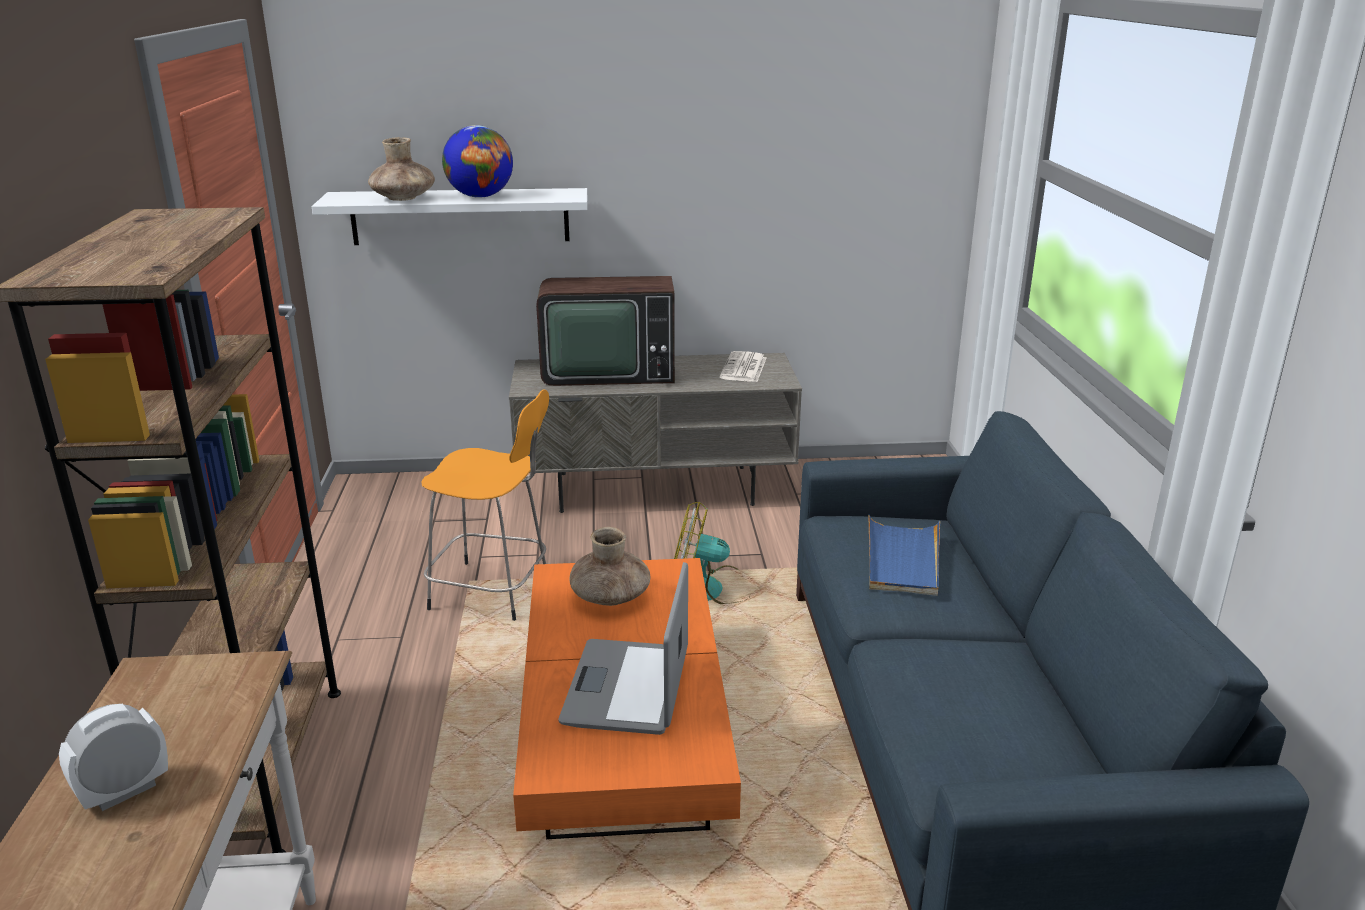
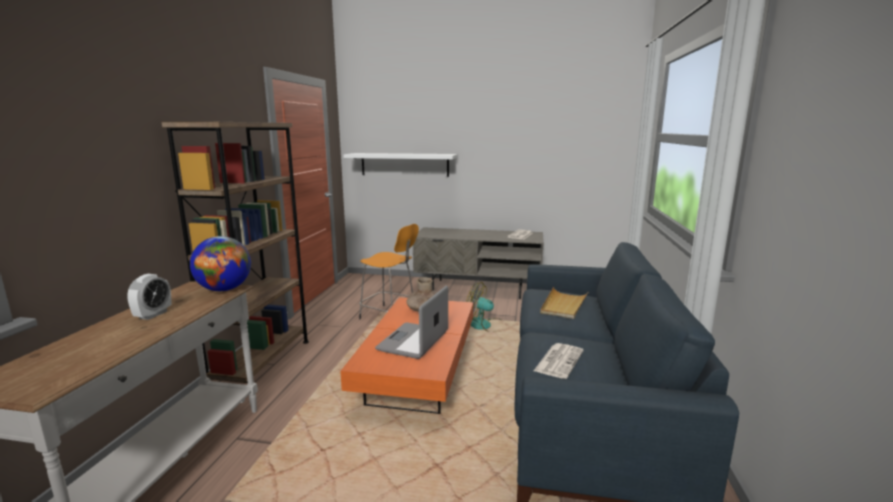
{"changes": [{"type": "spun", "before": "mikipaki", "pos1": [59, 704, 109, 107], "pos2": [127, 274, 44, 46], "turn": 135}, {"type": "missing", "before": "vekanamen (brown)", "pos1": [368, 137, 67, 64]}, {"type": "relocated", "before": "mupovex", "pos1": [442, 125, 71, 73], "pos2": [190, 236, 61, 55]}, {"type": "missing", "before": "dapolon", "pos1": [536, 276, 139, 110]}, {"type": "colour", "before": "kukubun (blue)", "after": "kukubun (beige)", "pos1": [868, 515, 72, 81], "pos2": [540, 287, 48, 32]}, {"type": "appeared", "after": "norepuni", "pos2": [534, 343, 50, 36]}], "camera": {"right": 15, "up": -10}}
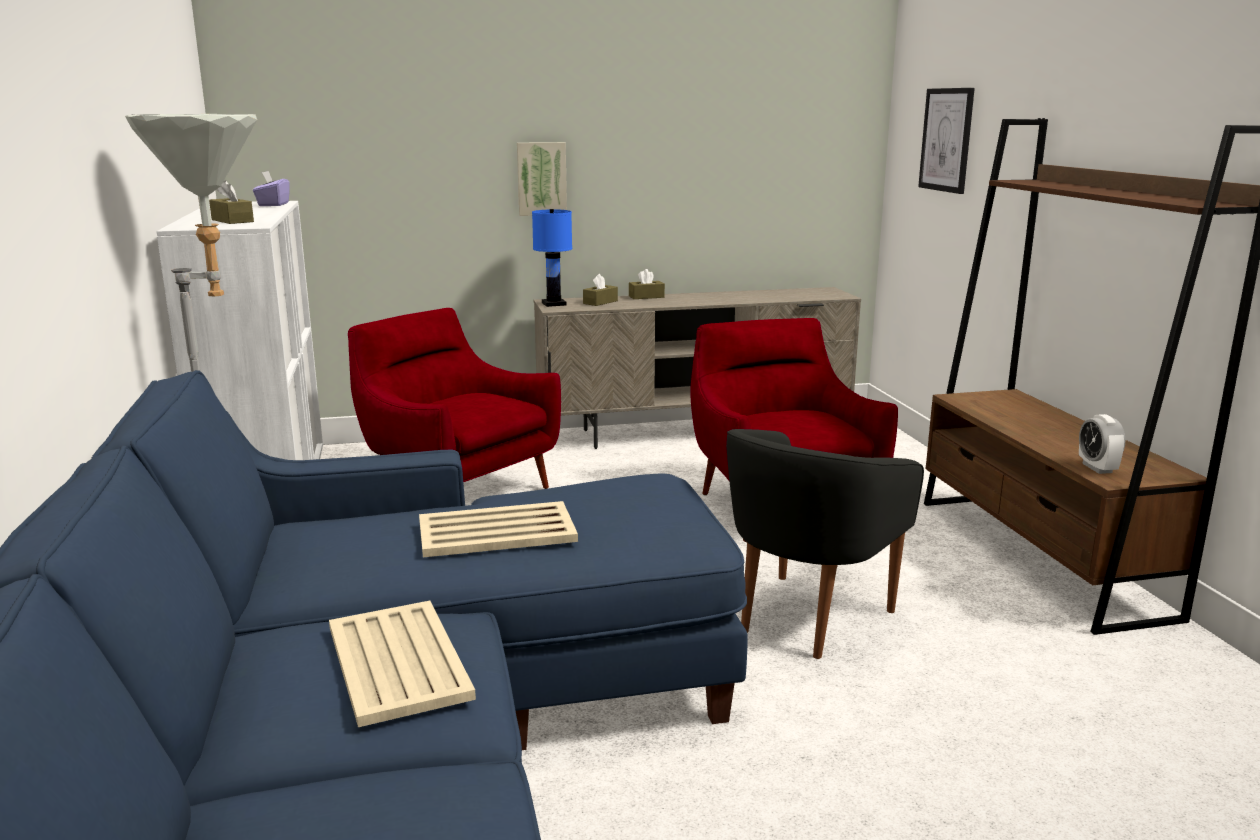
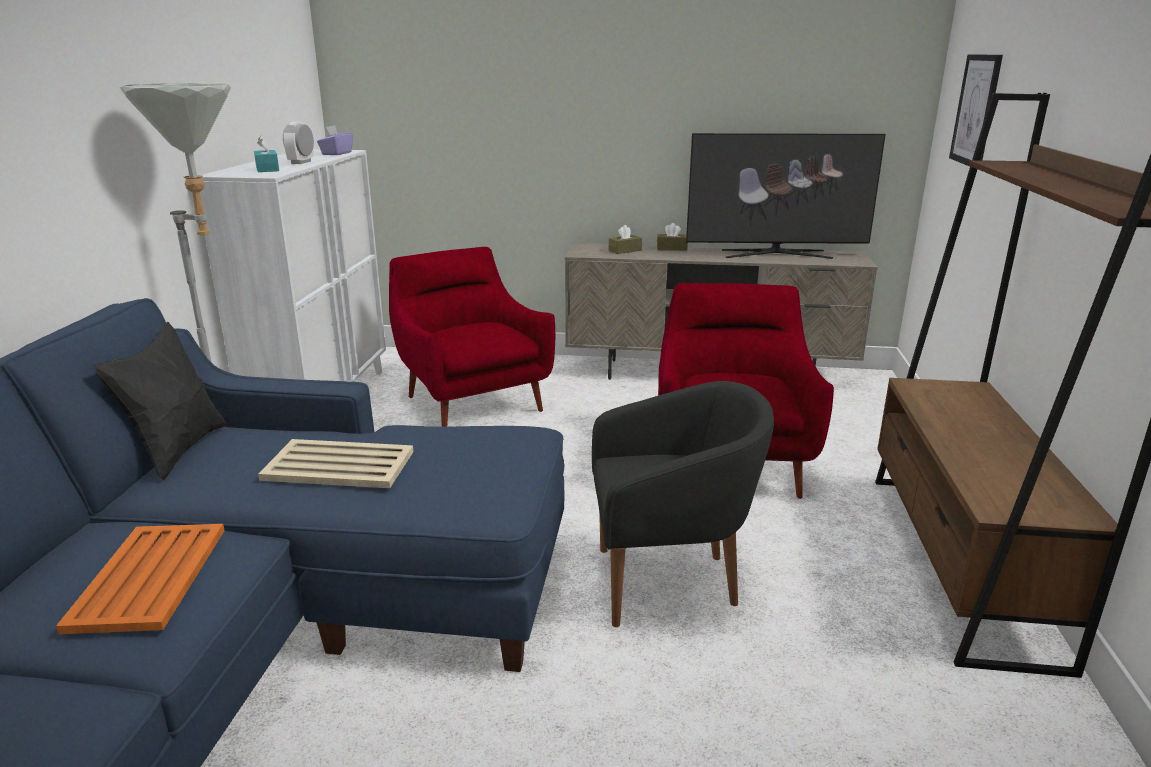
{"changes": [{"type": "colour", "before": "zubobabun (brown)", "after": "zubobabun (turquoise)", "pos1": [209, 180, 45, 44], "pos2": [254, 136, 25, 36]}, {"type": "colour", "before": "kukubun (beige)", "after": "kukubun (orange)", "pos1": [329, 601, 147, 126], "pos2": [56, 524, 169, 110]}, {"type": "missing", "before": "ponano", "pos1": [517, 142, 50, 74]}, {"type": "missing", "before": "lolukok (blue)", "pos1": [532, 209, 40, 98]}, {"type": "spun", "before": "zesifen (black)", "pos1": [726, 429, 198, 230], "pos2": [592, 381, 182, 246], "turn": -150}, {"type": "relocated", "before": "mikipaki", "pos1": [1079, 414, 46, 60], "pos2": [283, 121, 31, 43]}, {"type": "appeared", "after": "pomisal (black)", "pos2": [93, 322, 134, 159]}, {"type": "appeared", "after": "dapolon", "pos2": [686, 133, 200, 126]}], "camera": {"right": 20, "up": 5}}
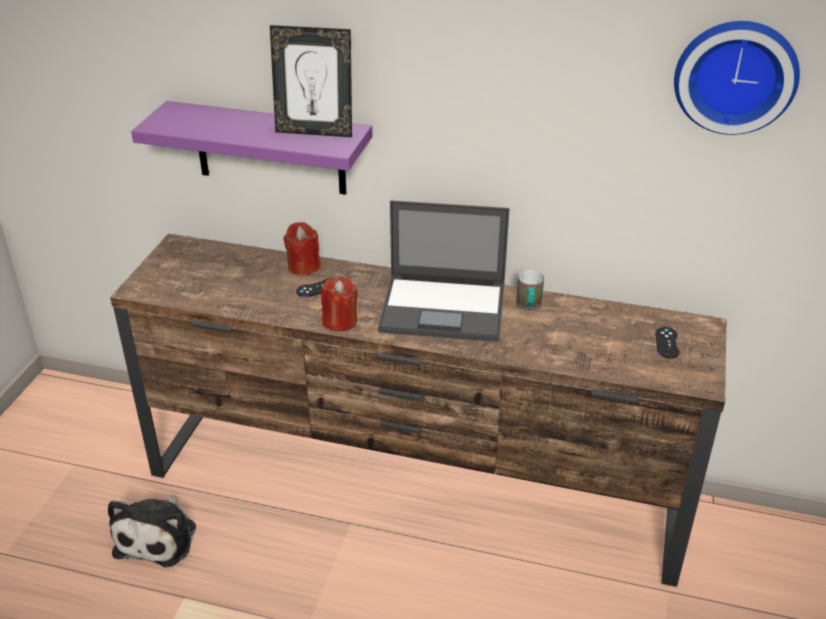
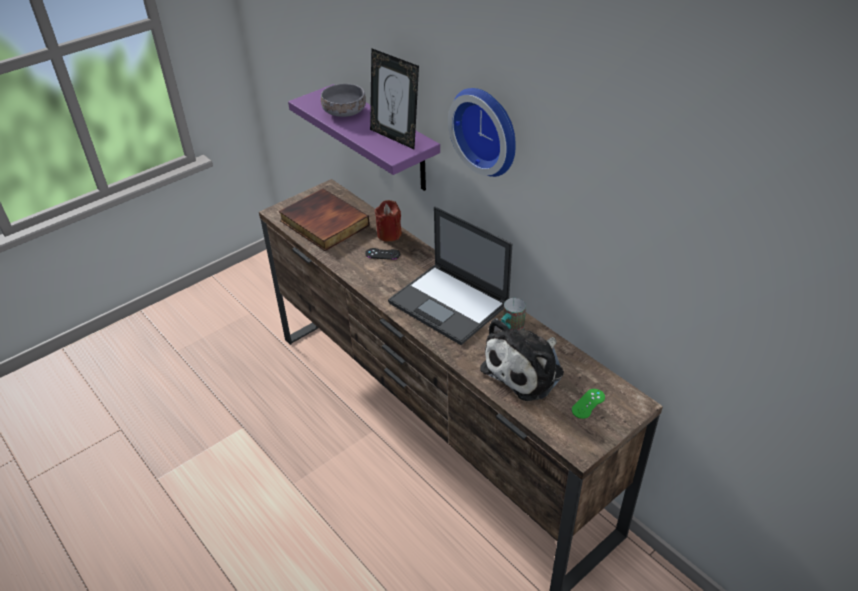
{"changes": [{"type": "relocated", "before": "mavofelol", "pos1": [108, 494, 88, 73], "pos2": [480, 318, 84, 83]}, {"type": "missing", "before": "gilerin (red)", "pos1": [321, 277, 37, 54]}, {"type": "colour", "before": "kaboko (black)", "after": "kaboko (green)", "pos1": [656, 327, 24, 31], "pos2": [571, 389, 34, 30]}, {"type": "relocated", "before": "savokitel", "pos1": [674, 21, 126, 114], "pos2": [448, 88, 67, 89]}, {"type": "appeared", "after": "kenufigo", "pos2": [279, 188, 91, 63]}, {"type": "appeared", "after": "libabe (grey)", "pos2": [321, 84, 45, 33]}], "camera": {"right": 35, "up": 5}}
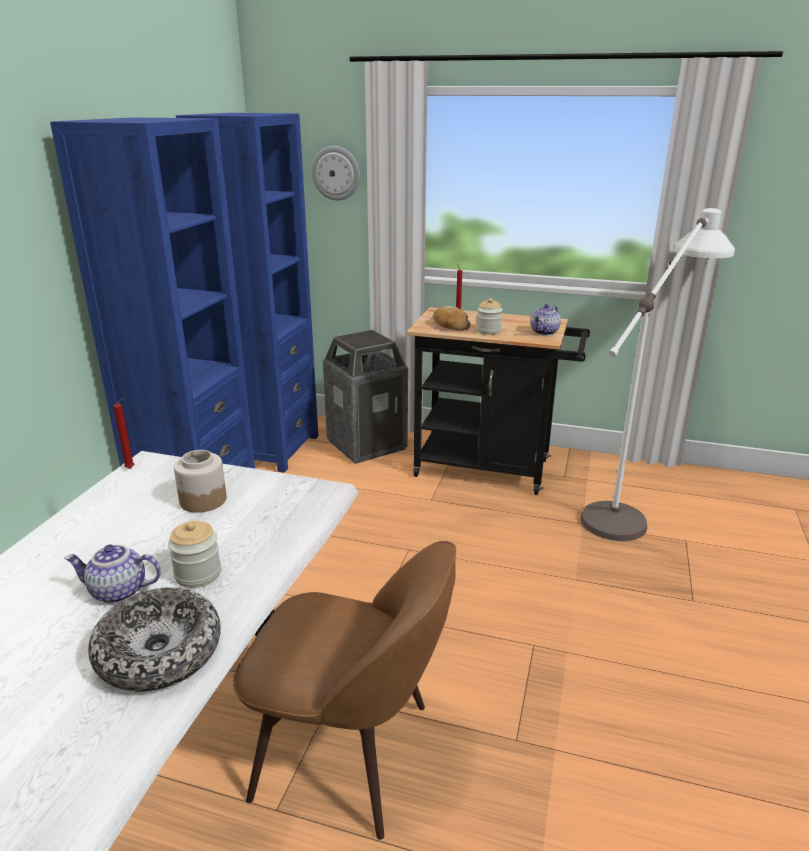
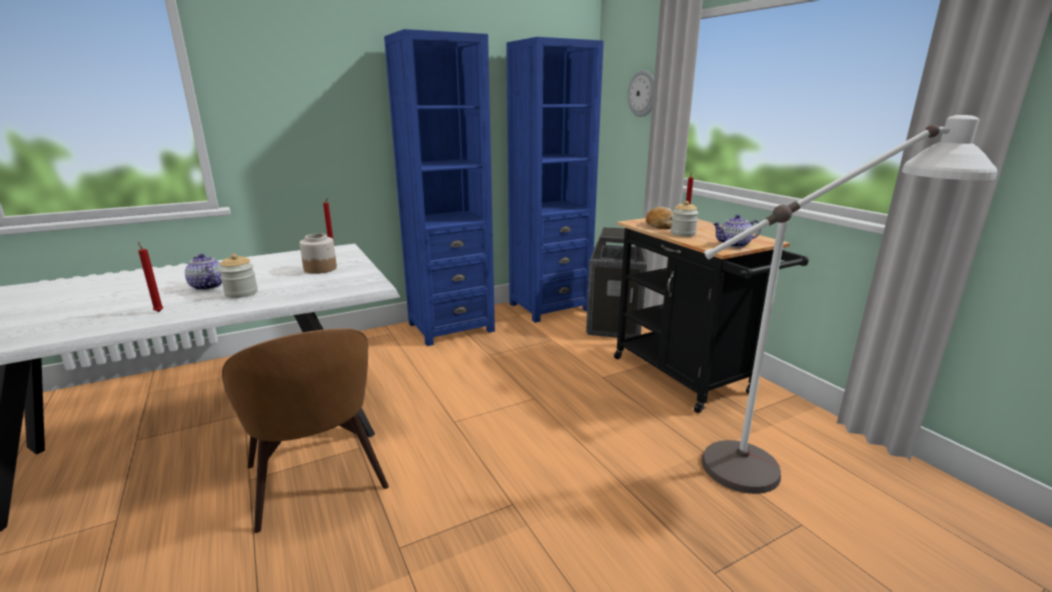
{"changes": [{"type": "exchanged", "before": "libabe", "after": "gilerin (red)", "pos1": [88, 587, 133, 104], "pos2": [138, 241, 26, 71]}], "camera": {"right": 45, "up": -5}}
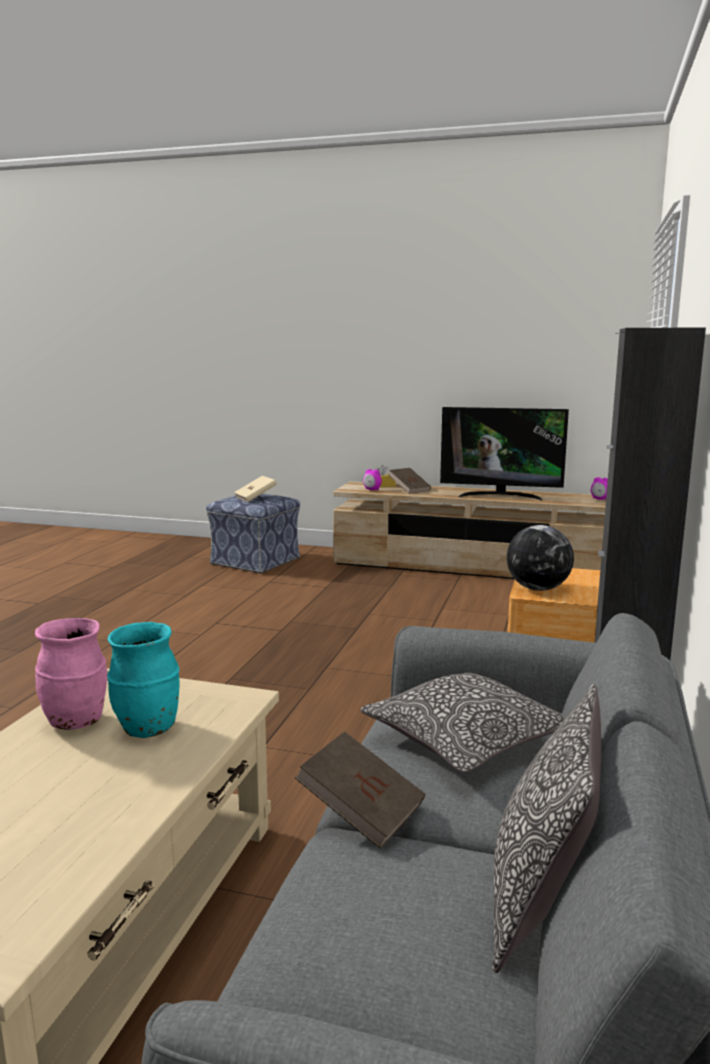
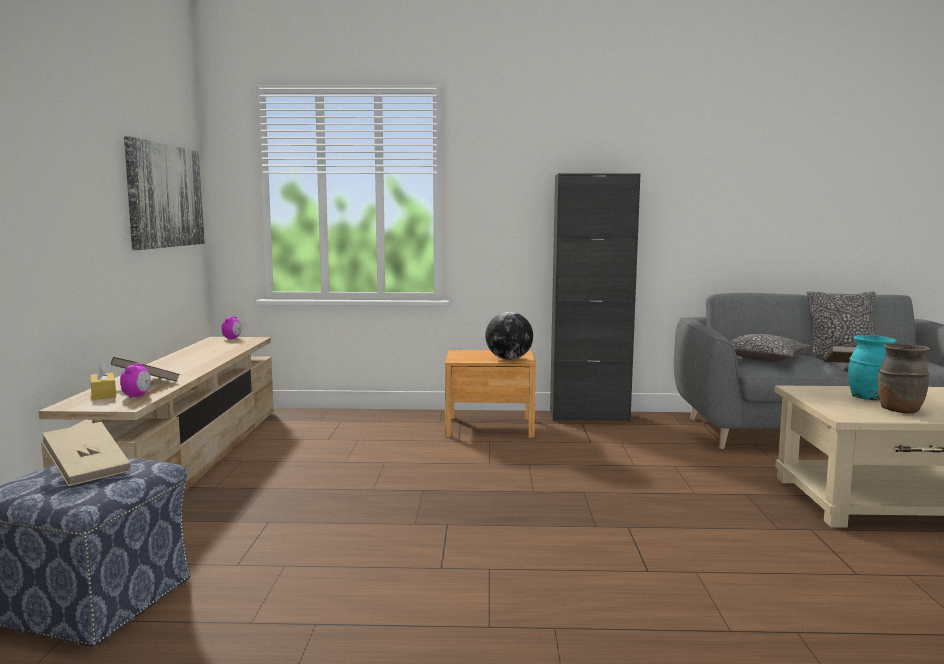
{"changes": [{"type": "colour", "before": "vekanamen (pink)", "after": "vekanamen (brown)", "pos1": [35, 618, 72, 112], "pos2": [877, 344, 53, 70]}, {"type": "missing", "before": "dapolon", "pos1": [440, 407, 129, 93]}, {"type": "appeared", "after": "ponano", "pos2": [124, 137, 81, 113]}], "camera": {"right": -105, "up": -5}}
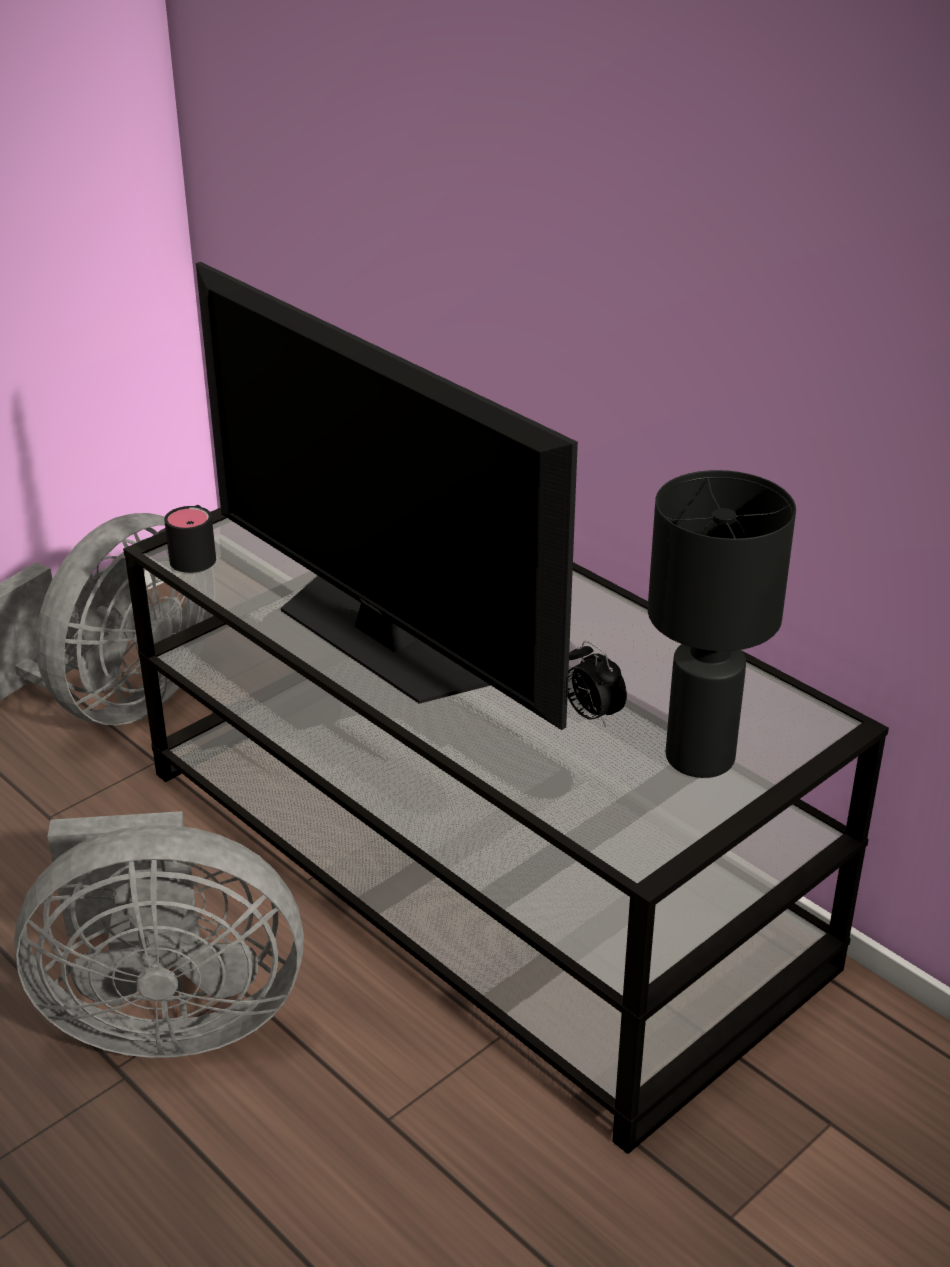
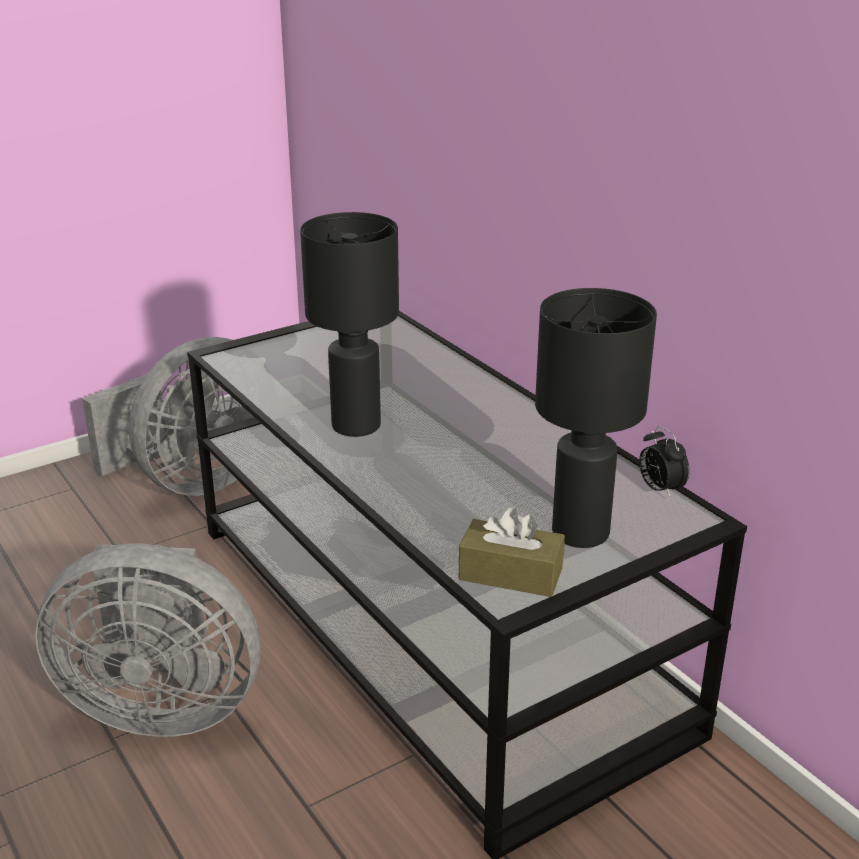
{"changes": [{"type": "missing", "before": "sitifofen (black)", "pos1": [164, 505, 52, 68]}, {"type": "exchanged", "before": "dapolon", "after": "lolukok (black)", "pos1": [196, 262, 382, 468], "pos2": [300, 212, 99, 225]}, {"type": "relocated", "before": "mikipaki", "pos1": [568, 641, 59, 86], "pos2": [639, 426, 50, 72]}, {"type": "appeared", "after": "zubobabun (brown)", "pos2": [459, 507, 106, 90]}], "camera": {"right": 10, "up": -5}}
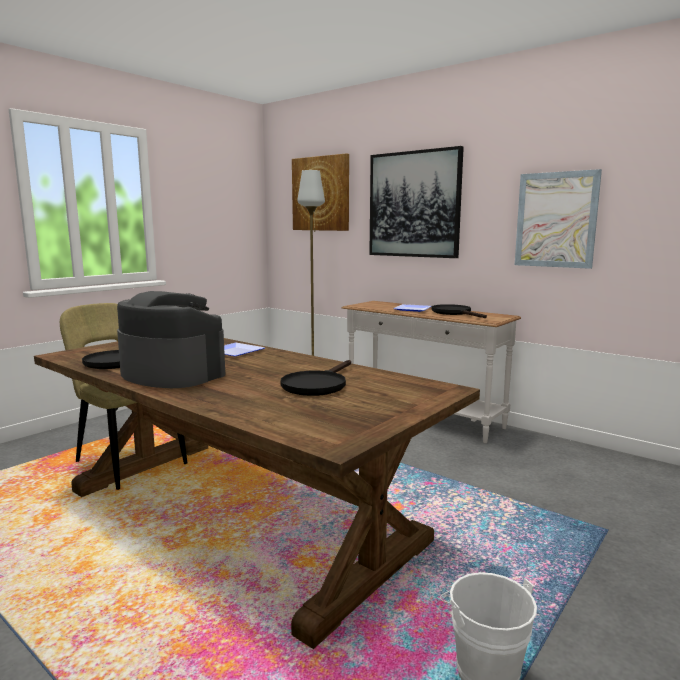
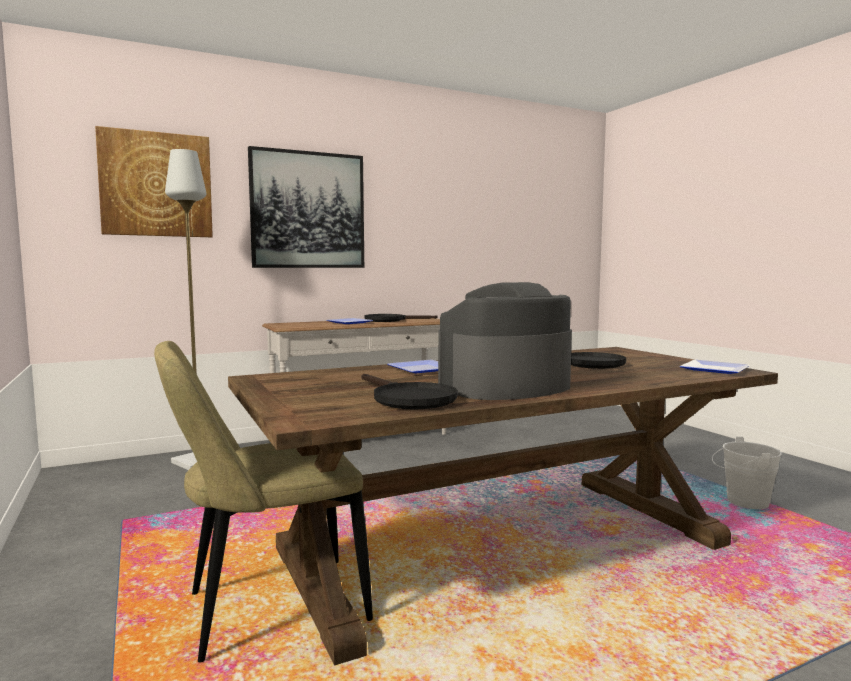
{"changes": [{"type": "missing", "before": "ponano", "pos1": [515, 169, 87, 100]}, {"type": "appeared", "after": "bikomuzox", "pos2": [679, 360, 71, 14]}], "camera": {"right": -65, "up": -5}}
